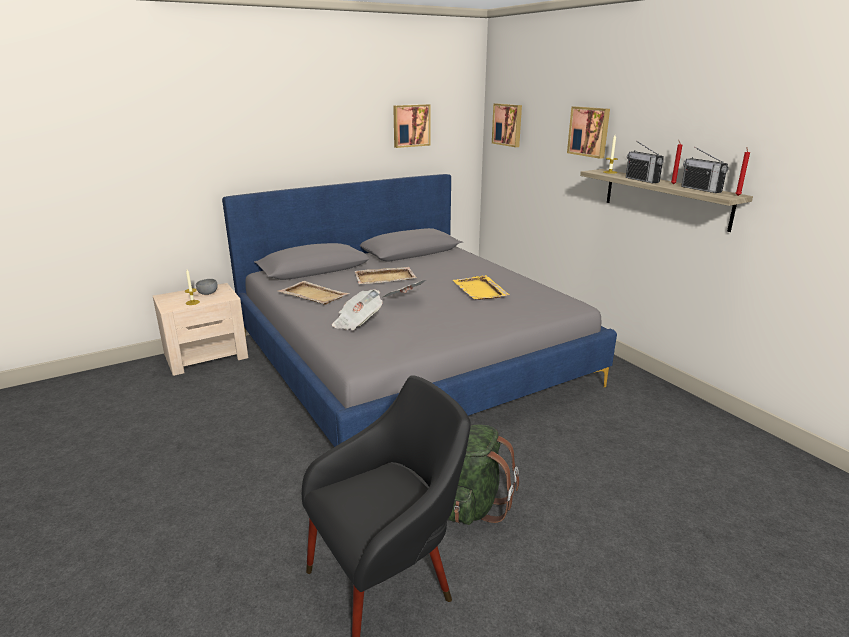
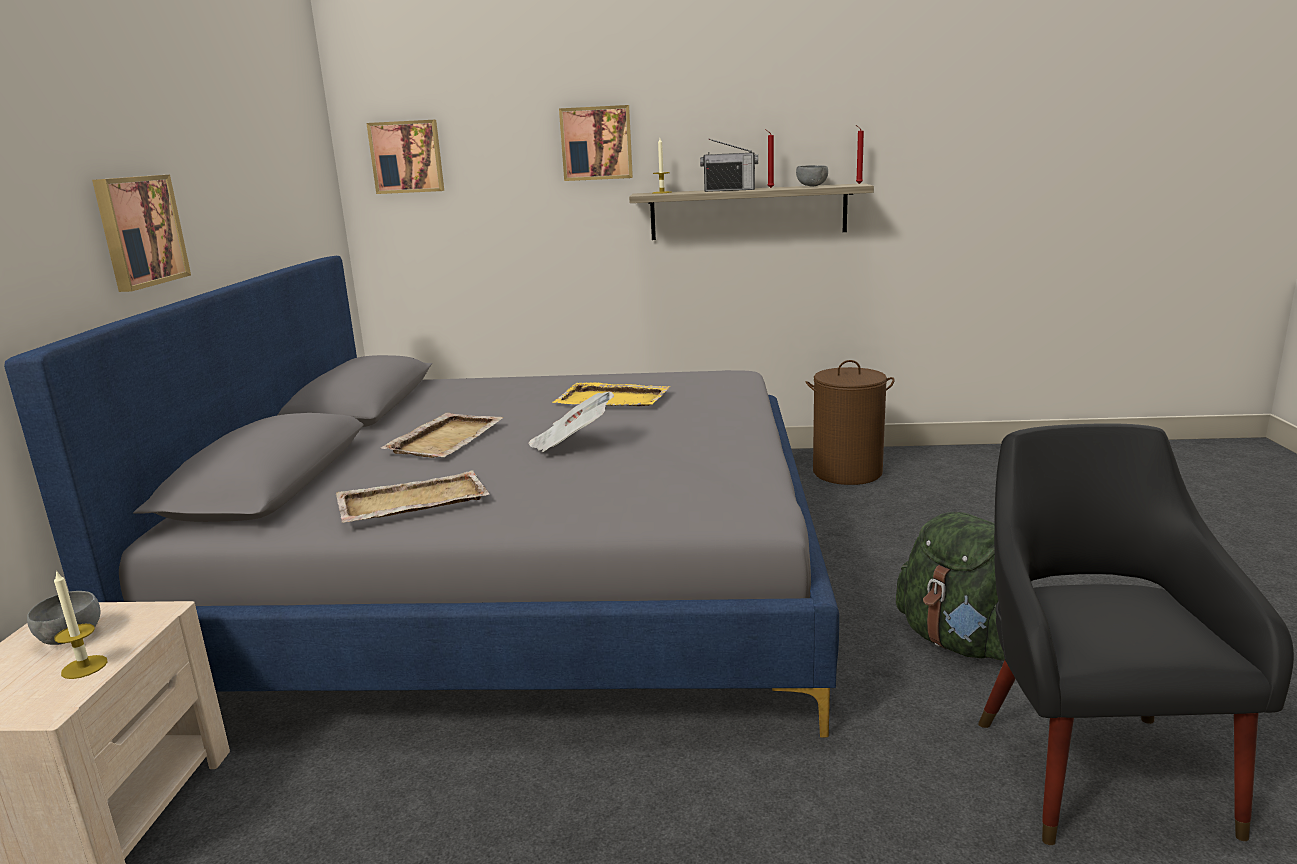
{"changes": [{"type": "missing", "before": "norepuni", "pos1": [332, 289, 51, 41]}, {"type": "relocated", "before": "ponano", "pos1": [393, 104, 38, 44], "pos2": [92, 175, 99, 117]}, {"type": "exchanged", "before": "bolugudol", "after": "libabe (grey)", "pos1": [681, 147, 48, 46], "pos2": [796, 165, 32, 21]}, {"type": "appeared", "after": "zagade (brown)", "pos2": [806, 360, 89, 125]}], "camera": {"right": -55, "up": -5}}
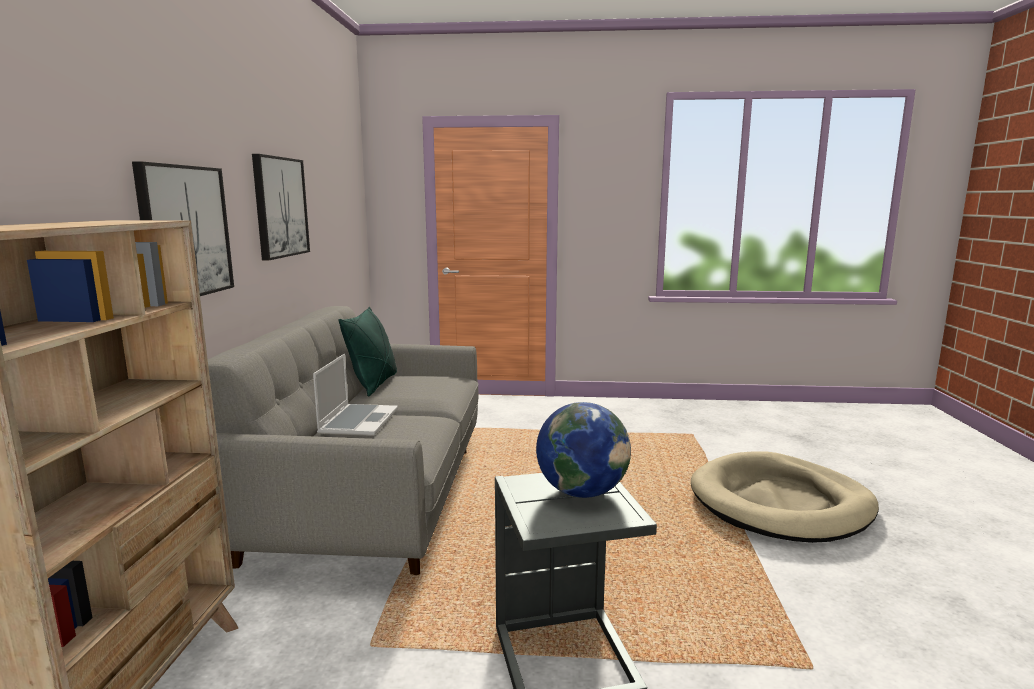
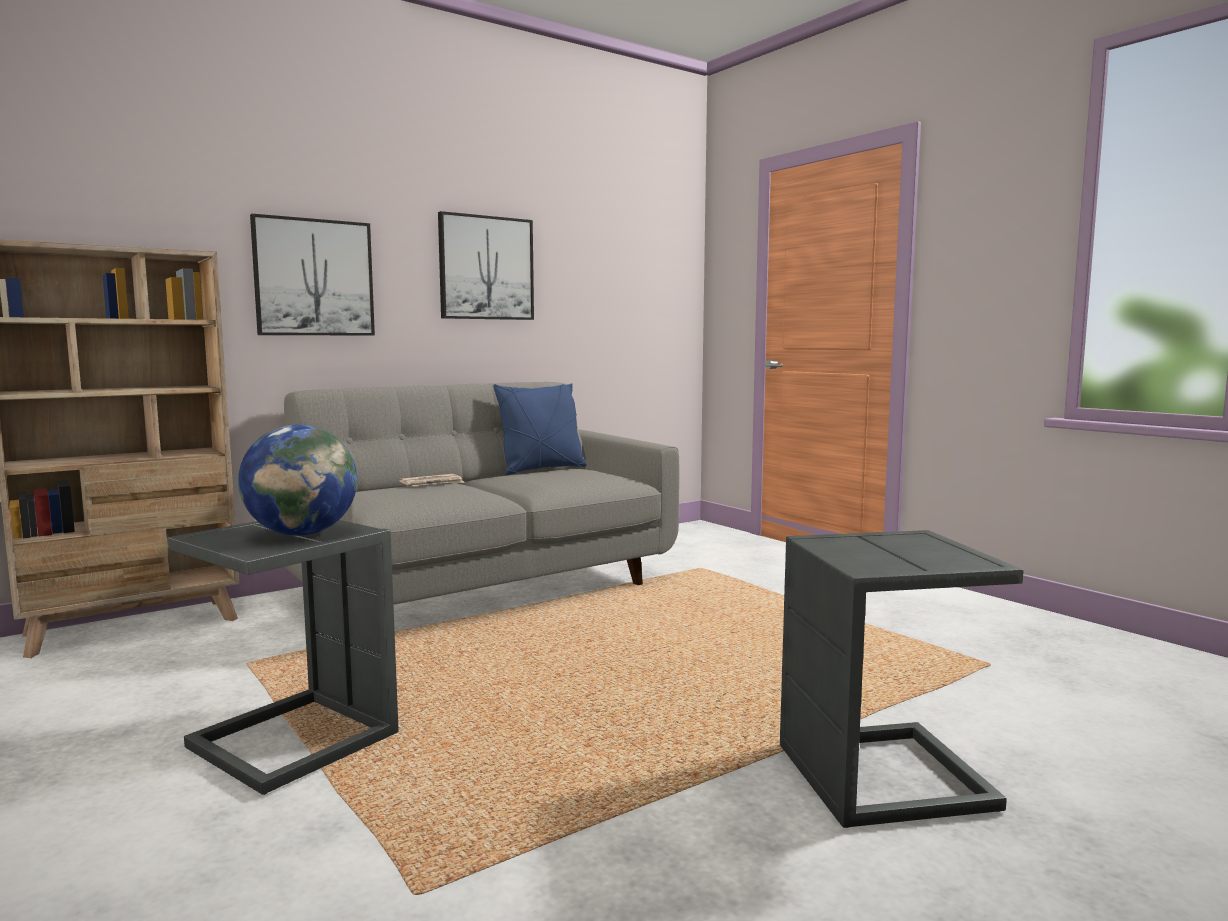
{"changes": [{"type": "exchanged", "before": "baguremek", "after": "norepuni", "pos1": [313, 354, 85, 82], "pos2": [399, 474, 66, 12]}, {"type": "colour", "before": "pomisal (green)", "after": "pomisal (blue)", "pos1": [339, 307, 58, 90], "pos2": [493, 383, 94, 92]}, {"type": "exchanged", "before": "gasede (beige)", "after": "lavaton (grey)", "pos1": [691, 451, 188, 92], "pos2": [780, 530, 244, 298]}], "camera": {"right": 50, "up": -5}}
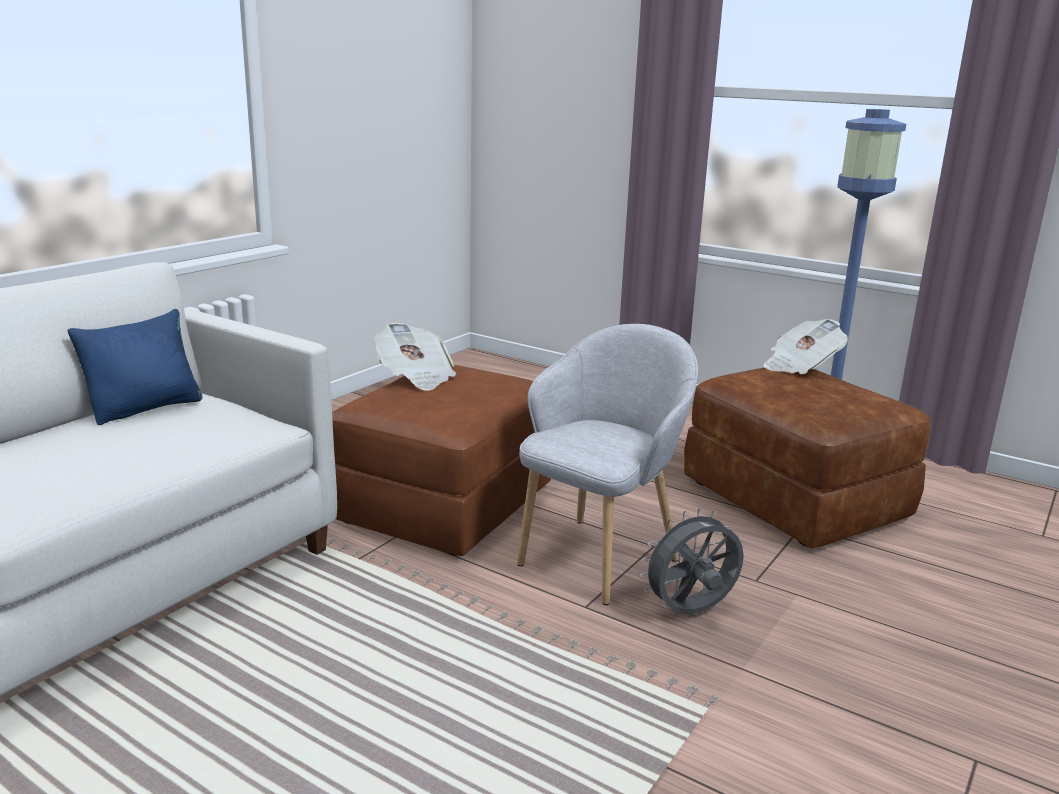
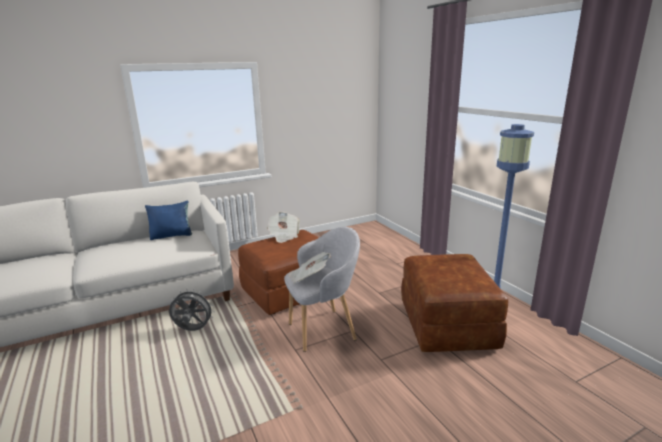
{"changes": [{"type": "relocated", "before": "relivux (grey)", "pos1": [640, 508, 104, 106], "pos2": [169, 288, 46, 43]}, {"type": "relocated", "before": "norepuni", "pos1": [763, 319, 85, 55], "pos2": [288, 252, 43, 31]}], "camera": {"right": 30, "up": 0}}
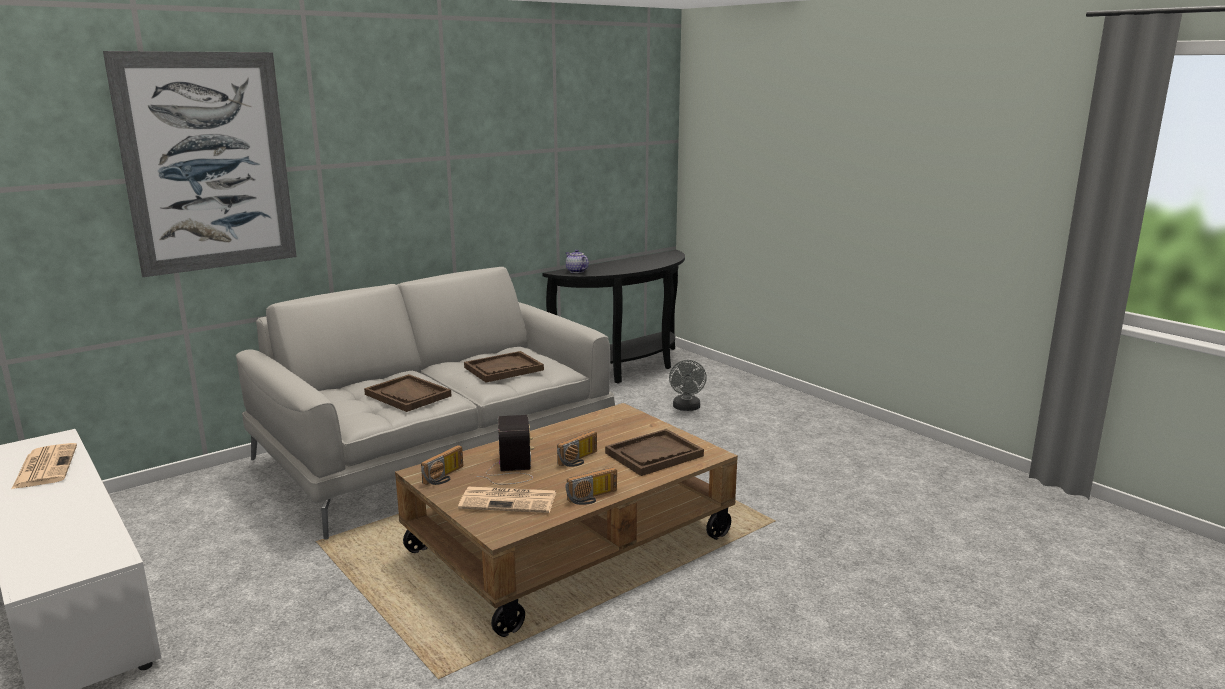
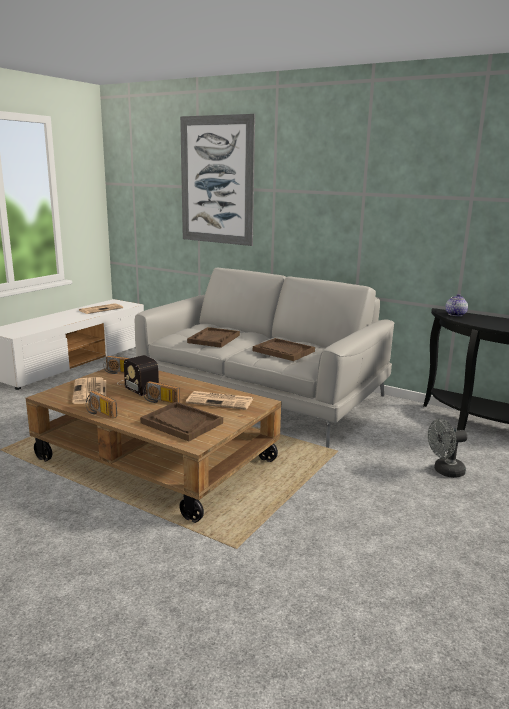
{"changes": [{"type": "spun", "before": "bolugudol", "pos1": [476, 415, 58, 69], "pos2": [117, 355, 42, 41], "turn": 75}, {"type": "appeared", "after": "norepuni", "pos2": [186, 391, 68, 19]}], "camera": {"right": 70, "up": 0}}
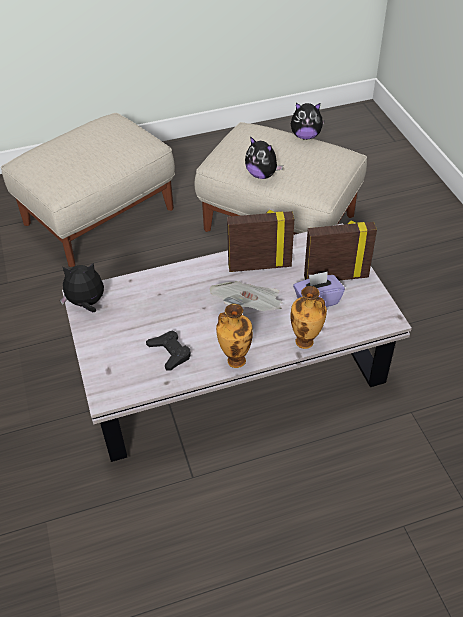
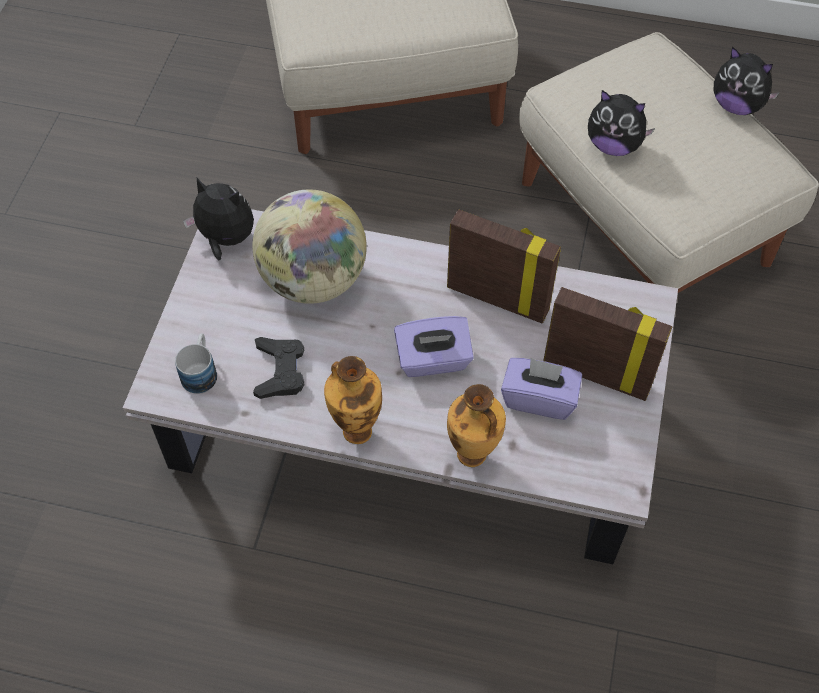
{"changes": [{"type": "exchanged", "before": "norepuni", "after": "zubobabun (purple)", "pos1": [210, 281, 73, 30], "pos2": [394, 316, 80, 61]}, {"type": "spun", "before": "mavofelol", "pos1": [245, 136, 38, 43], "pos2": [588, 90, 67, 66], "turn": -45}, {"type": "appeared", "after": "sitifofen", "pos2": [175, 333, 42, 61]}, {"type": "appeared", "after": "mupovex", "pos2": [252, 190, 115, 114]}], "camera": {"right": 30, "up": 10}}
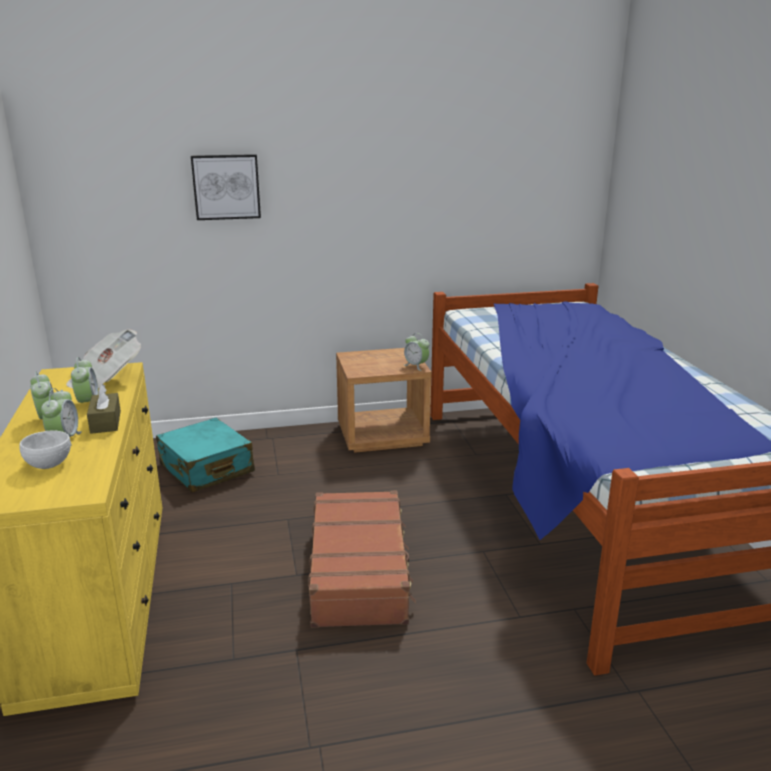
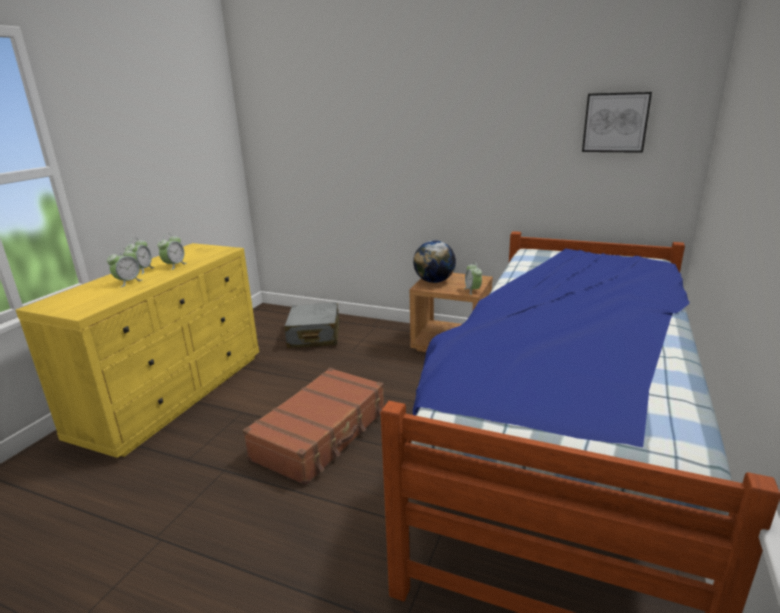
{"changes": [{"type": "missing", "before": "libabe (white)", "pos1": [19, 430, 52, 39]}, {"type": "missing", "before": "norepuni", "pos1": [66, 329, 75, 59]}, {"type": "missing", "before": "zubobabun (brown)", "pos1": [87, 384, 34, 50]}, {"type": "colour", "before": "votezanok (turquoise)", "after": "votezanok (grey)", "pos1": [156, 418, 99, 74], "pos2": [284, 302, 55, 46]}, {"type": "relocated", "before": "ponano", "pos1": [191, 154, 70, 66], "pos2": [582, 92, 70, 61]}, {"type": "appeared", "after": "mupovex", "pos2": [413, 240, 43, 43]}], "camera": {"right": 35, "up": 0}}
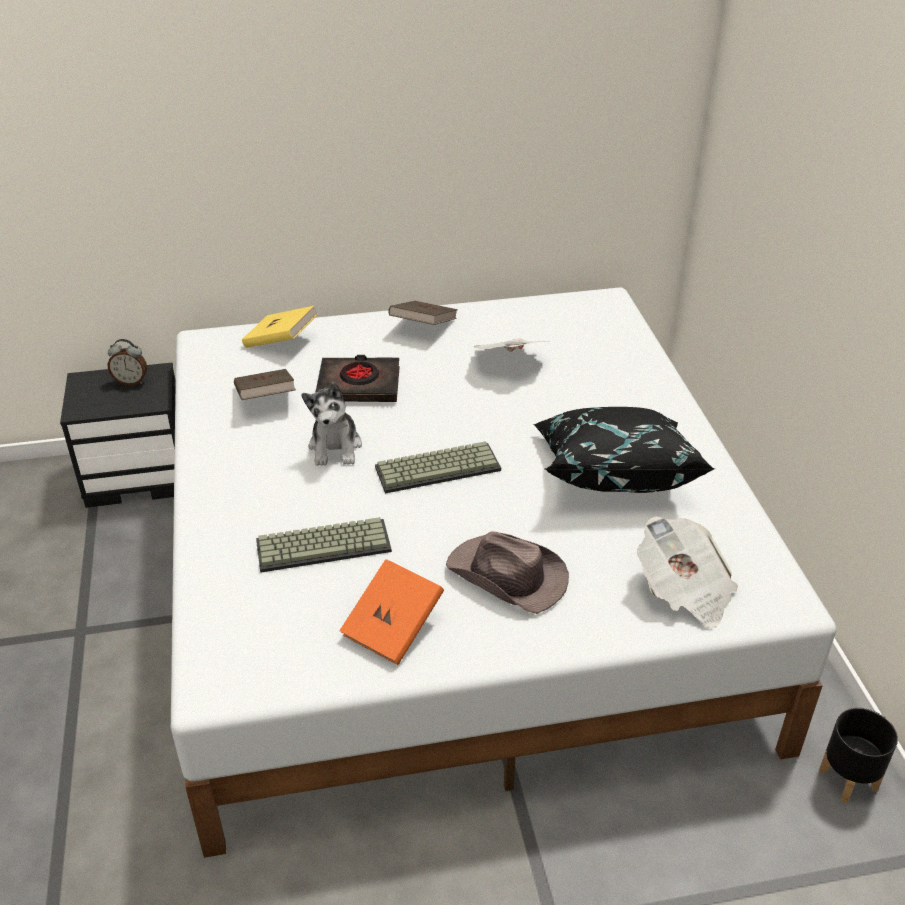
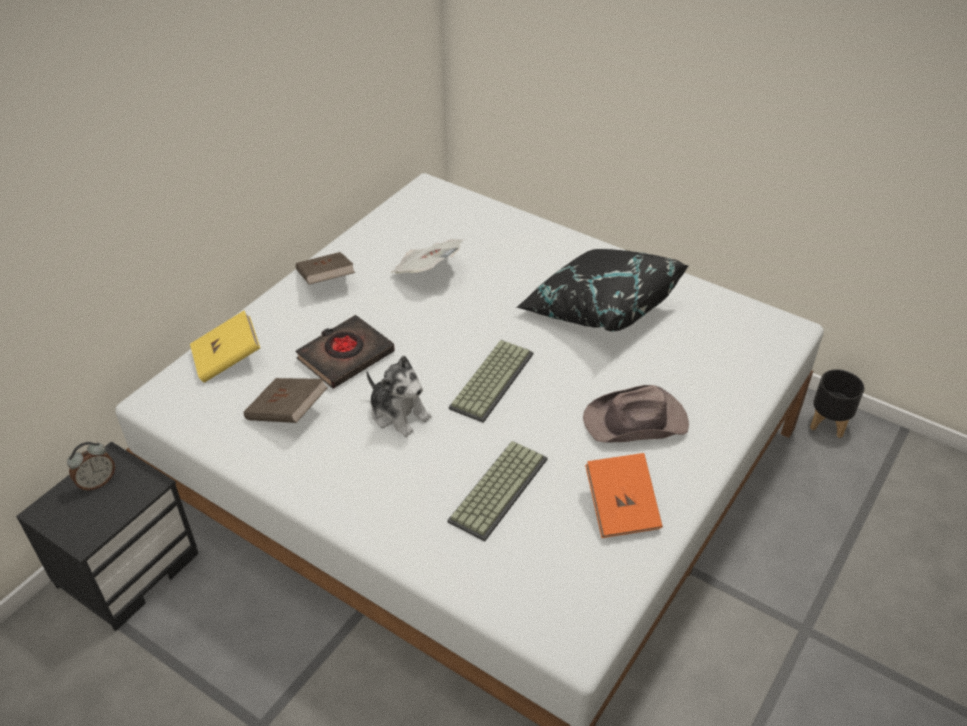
{"changes": [{"type": "missing", "before": "norepuni", "pos1": [637, 516, 101, 112]}], "camera": {"right": -45, "up": 5}}
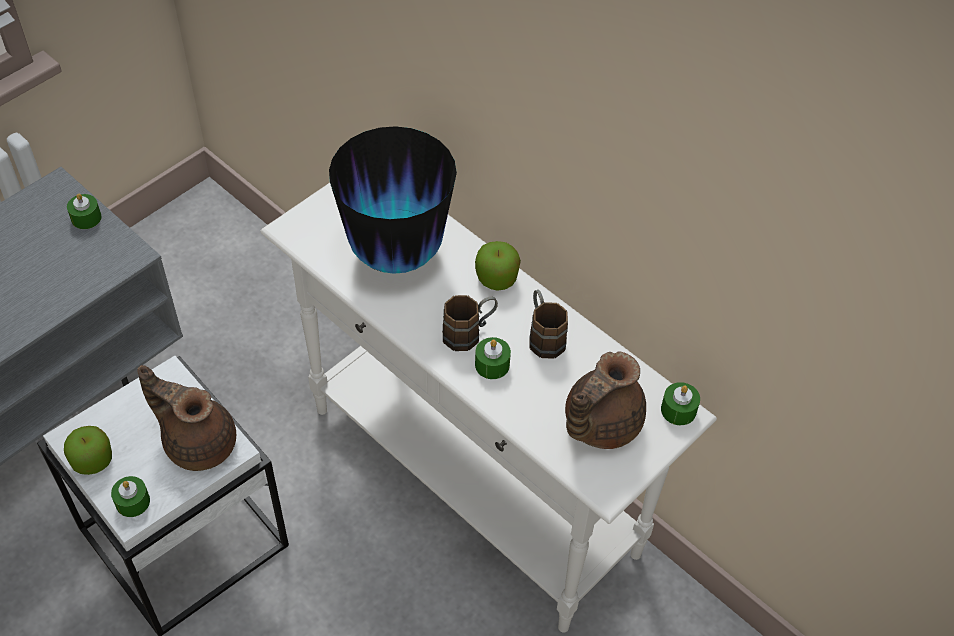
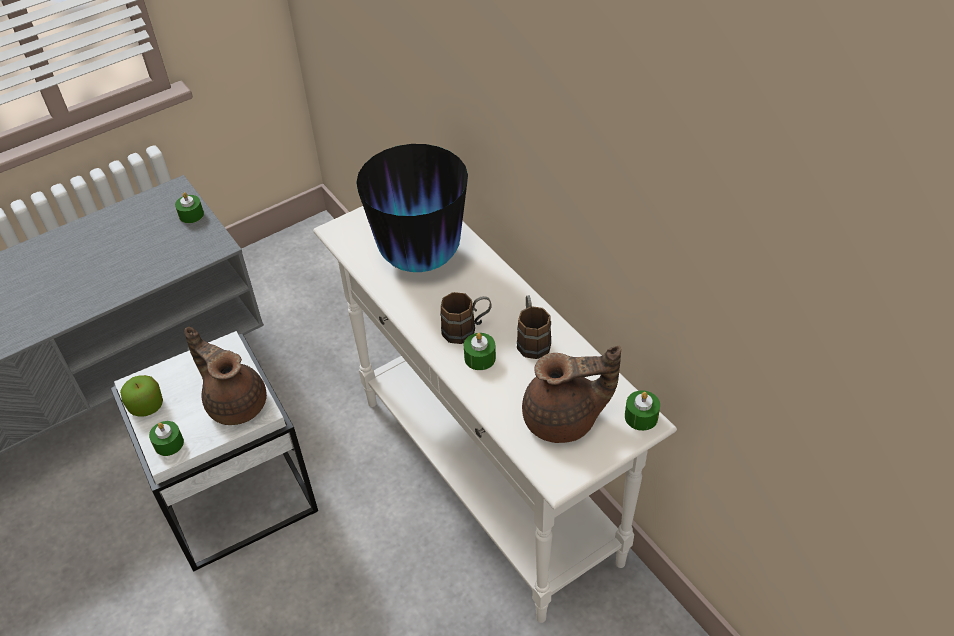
{"changes": [{"type": "missing", "before": "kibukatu", "pos1": [475, 241, 46, 50]}, {"type": "spun", "before": "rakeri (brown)", "pos1": [565, 352, 81, 97], "pos2": [522, 346, 99, 97], "turn": -150}], "camera": {"right": 15, "up": -5}}
